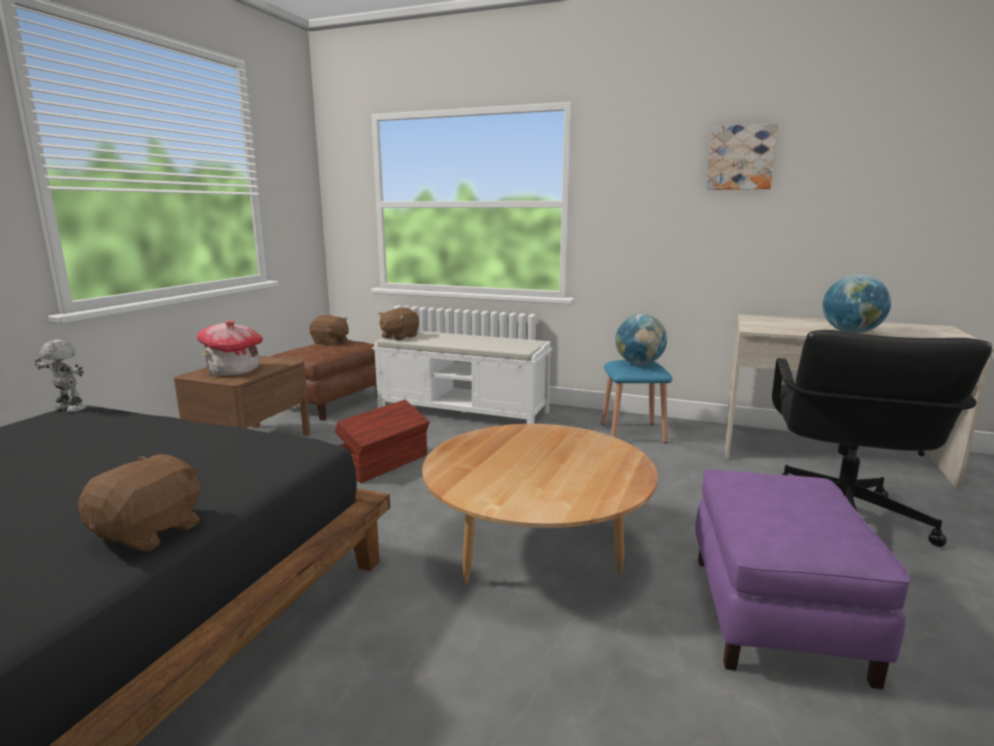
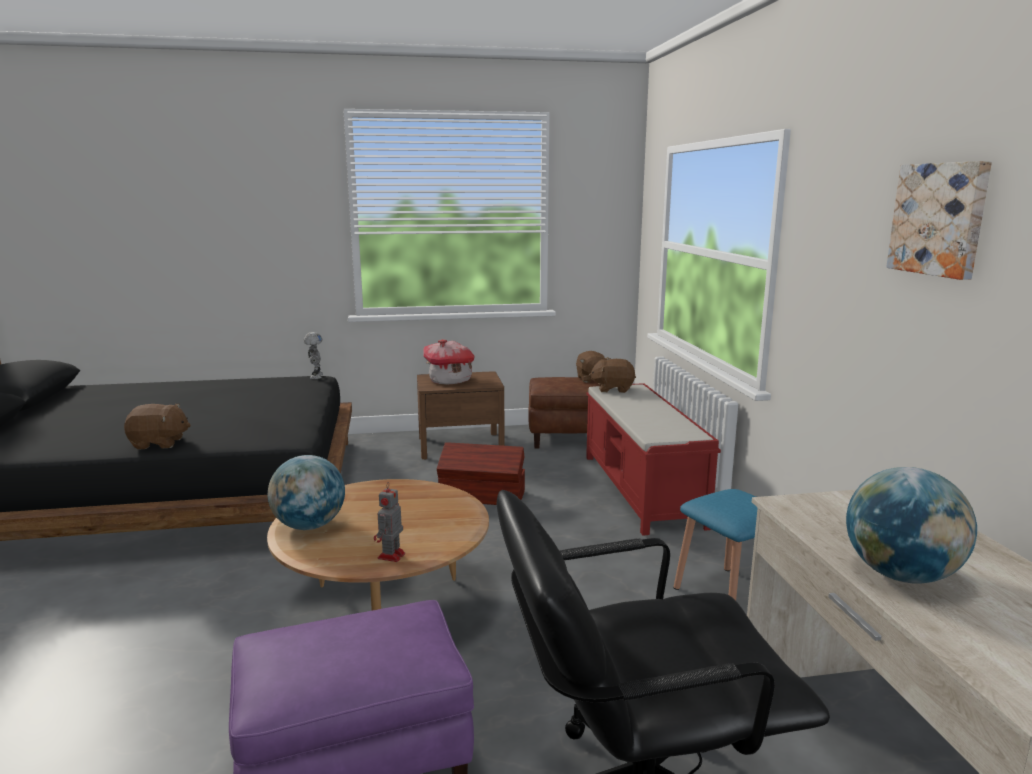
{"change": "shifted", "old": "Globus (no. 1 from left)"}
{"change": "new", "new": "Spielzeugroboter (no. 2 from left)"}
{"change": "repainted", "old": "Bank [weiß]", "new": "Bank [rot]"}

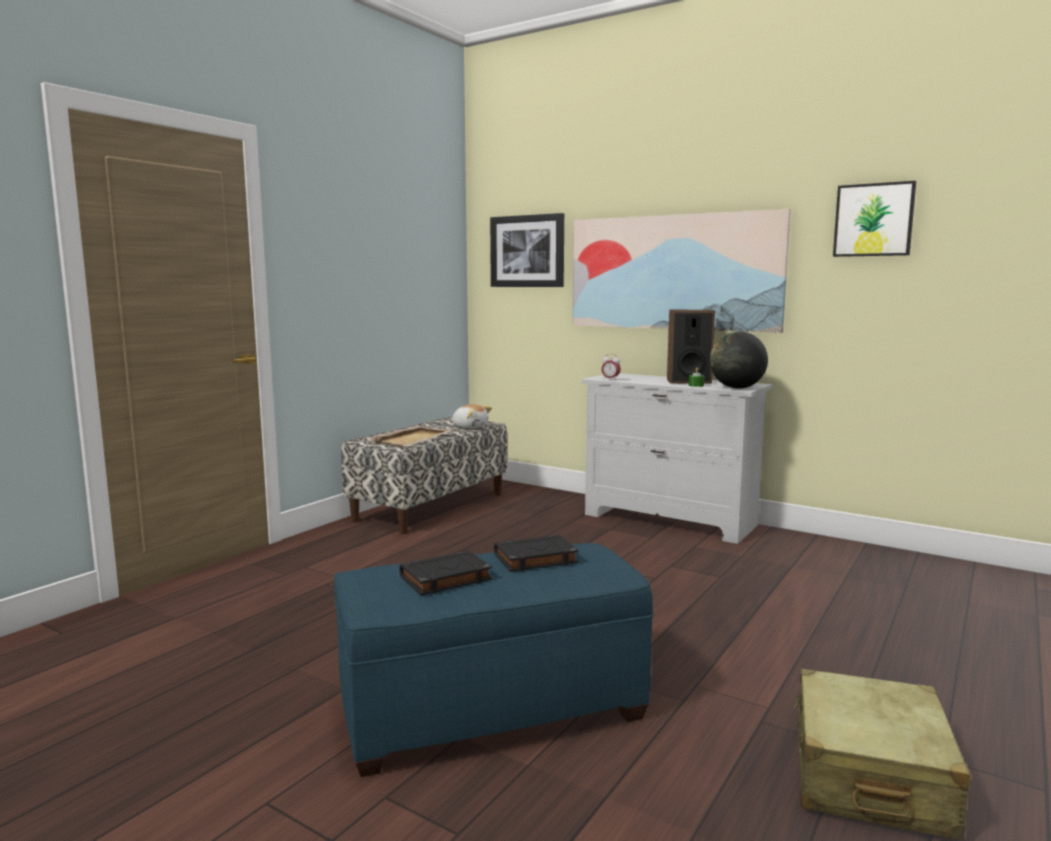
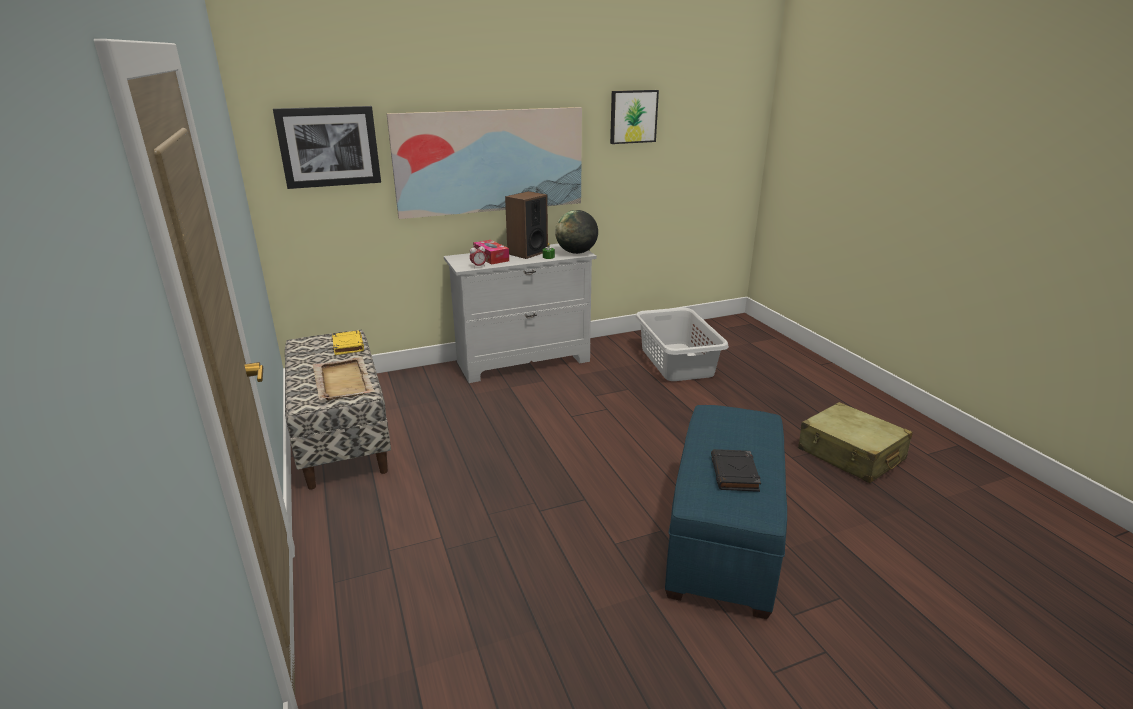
{"change": "swapped", "old": "Plüschtier", "new": "Buch [gelb]"}
{"change": "new", "new": "Taschentuchbox"}
{"change": "new", "new": "Wäschekorb [grau]"}
{"change": "gone", "old": "Buch [schwarz] (no. 2 from left)"}

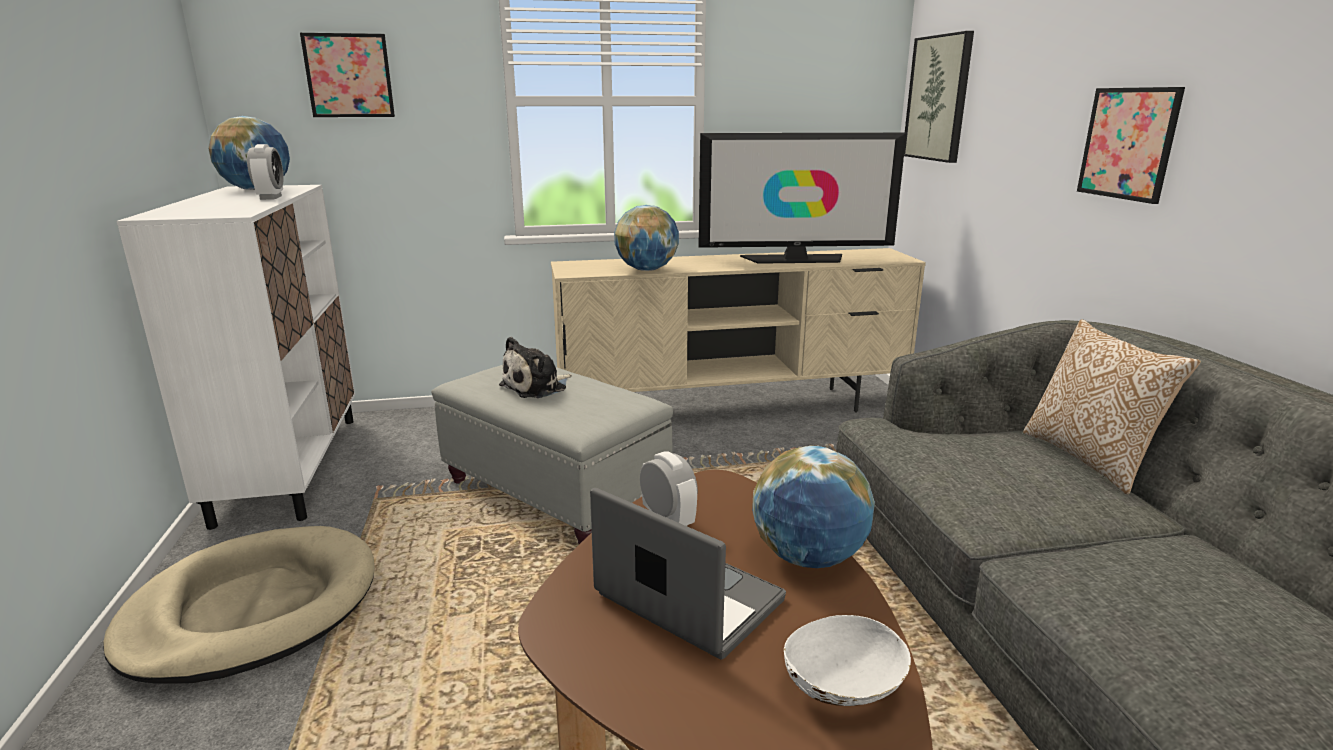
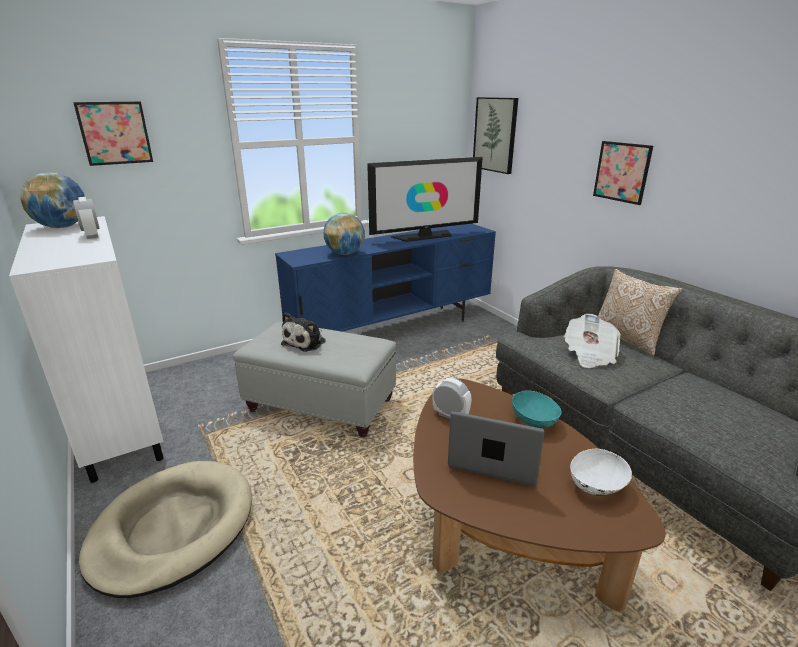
{"change": "repainted", "old": "Fernsehschrank [beige]", "new": "Fernsehschrank [blau]"}
{"change": "swapped", "old": "Globus (no. 3 from left)", "new": "Schüssel [türkis]"}
{"change": "new", "new": "Zeitung"}

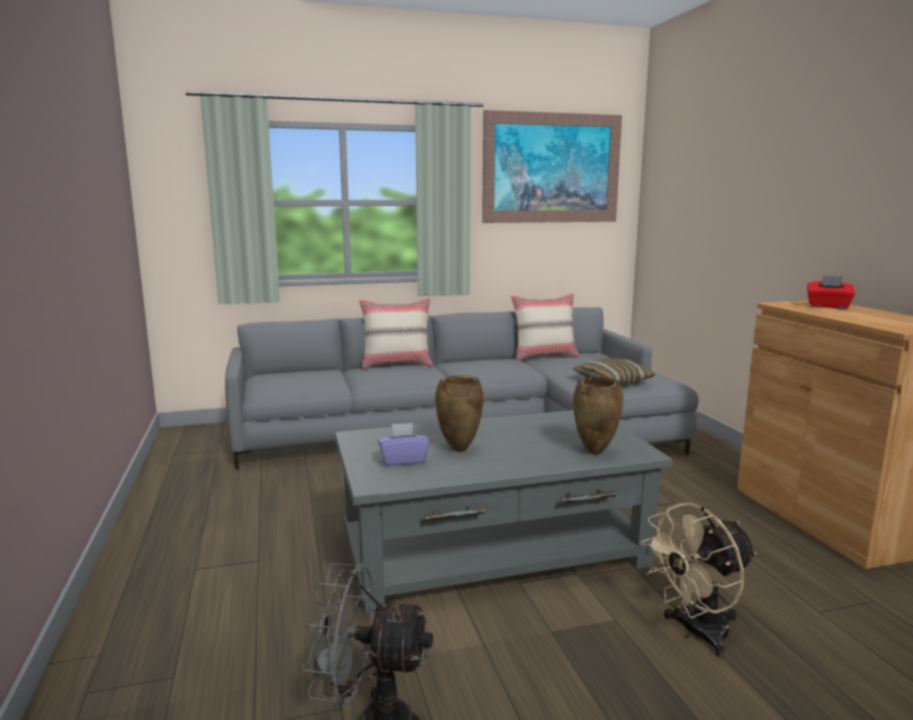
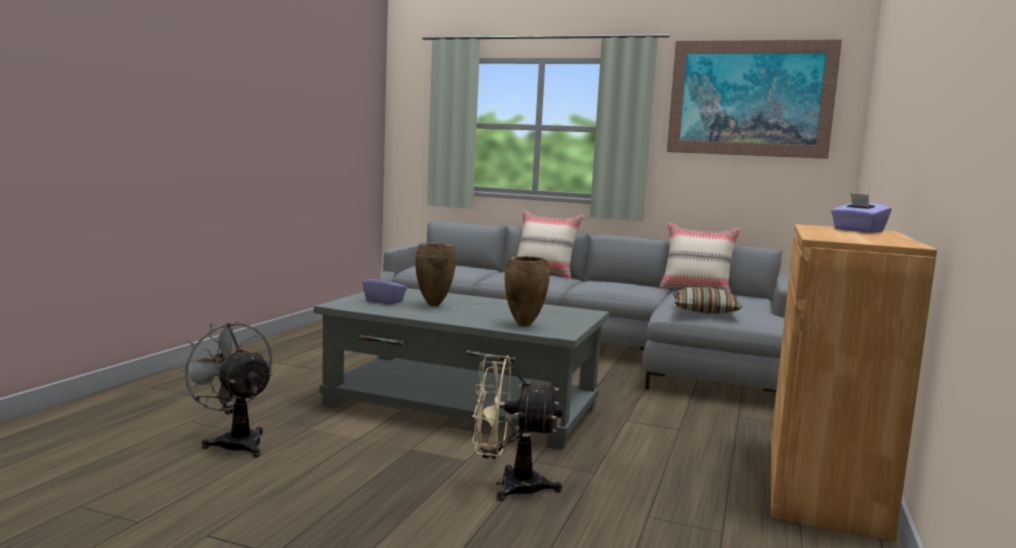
{"change": "repainted", "old": "Taschentuchbox [rot]", "new": "Taschentuchbox [lila] (no. 2 from left)"}

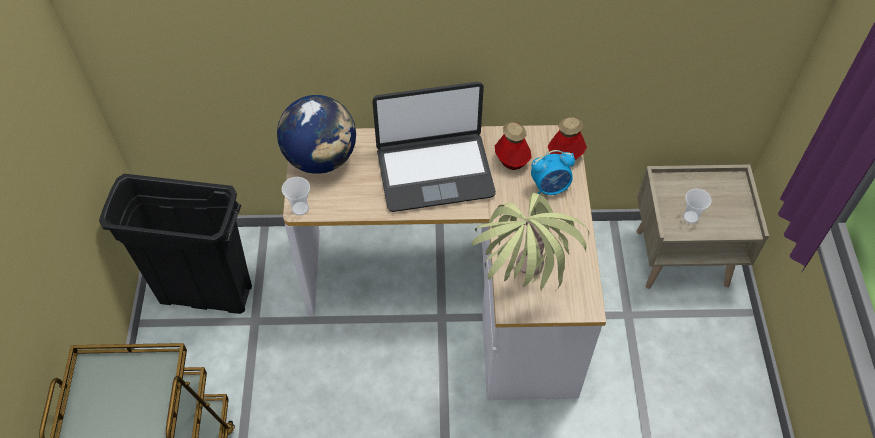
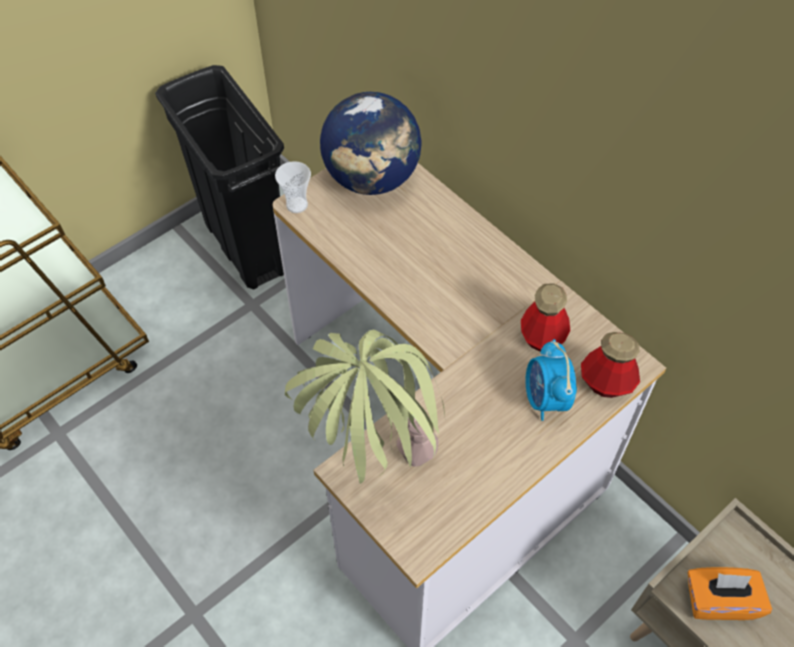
{"change": "rotated", "old": "Wecker", "degrees": 45}
{"change": "swapped", "old": "Tasse (no. 2 from left)", "new": "Taschentuchbox [orange]"}
{"change": "gone", "old": "Laptop"}

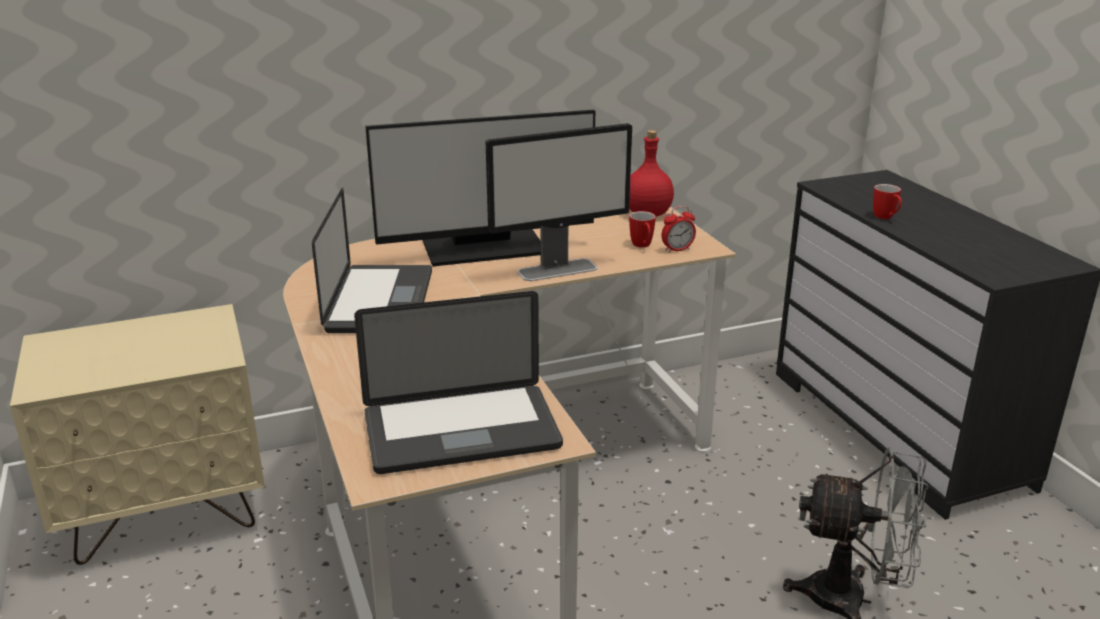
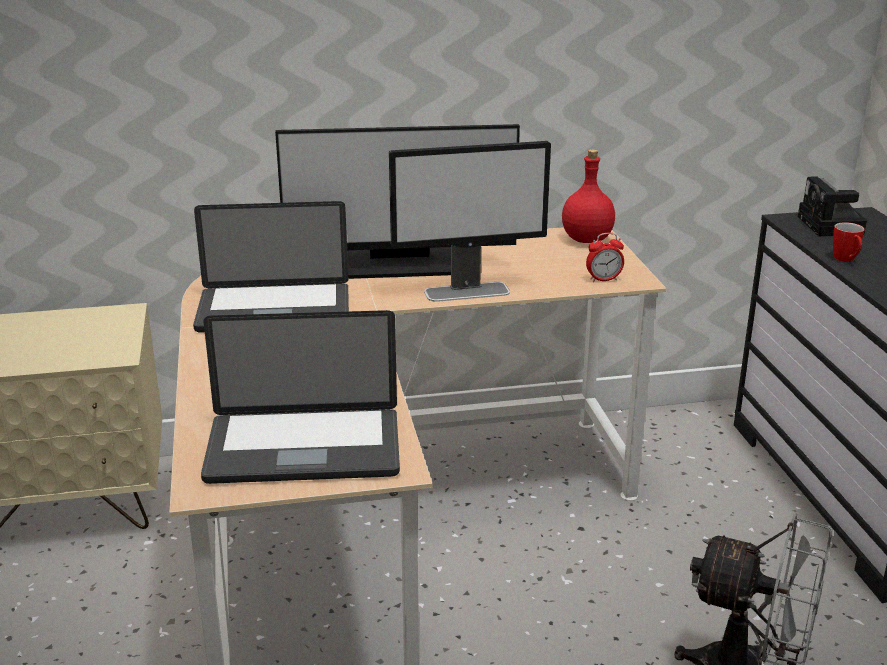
{"change": "rotated", "old": "Laptop (no. 1 from left)", "degrees": 75}
{"change": "new", "new": "Kamera"}
{"change": "gone", "old": "Henkelbecher (no. 1 from left)"}

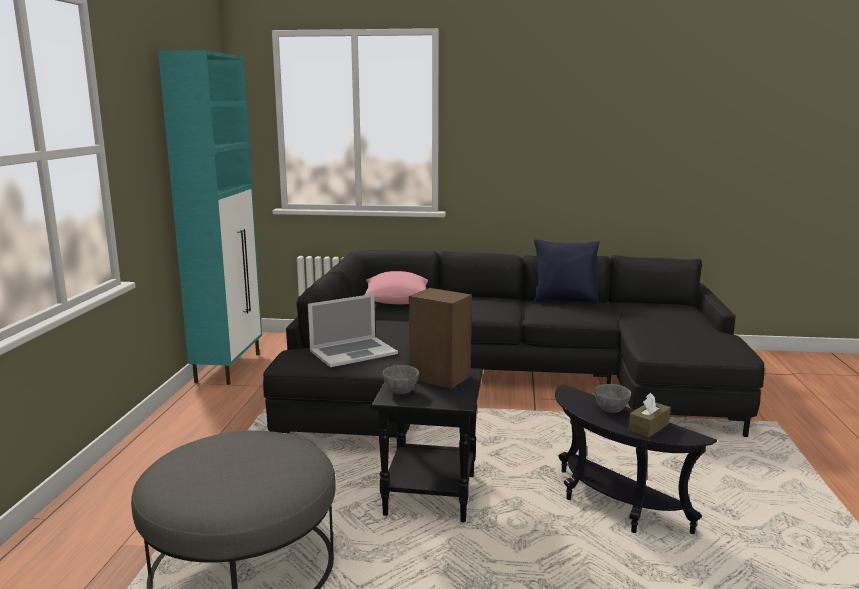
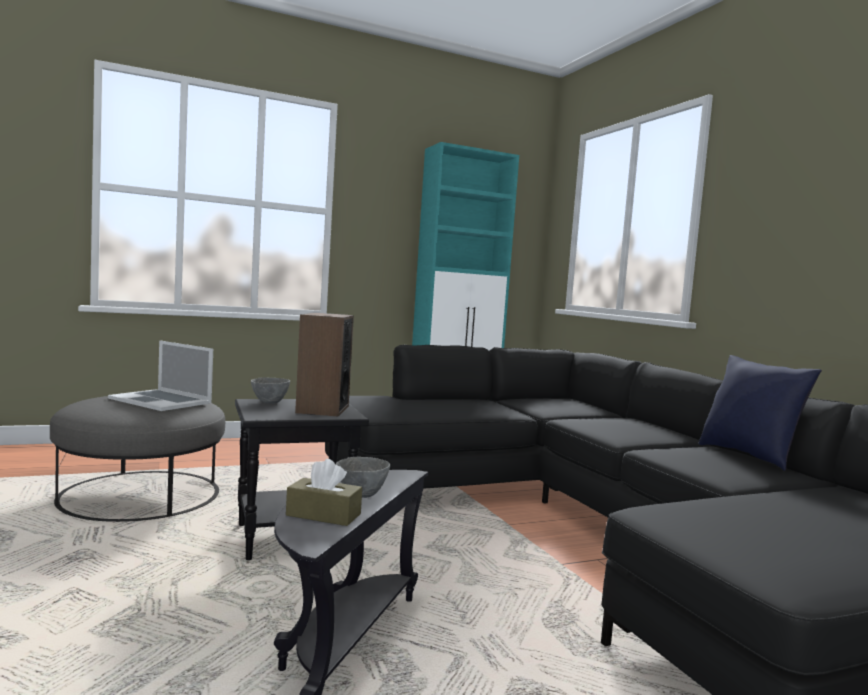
{"change": "shifted", "old": "Laptop"}
{"change": "gone", "old": "Kissen [rosa]"}

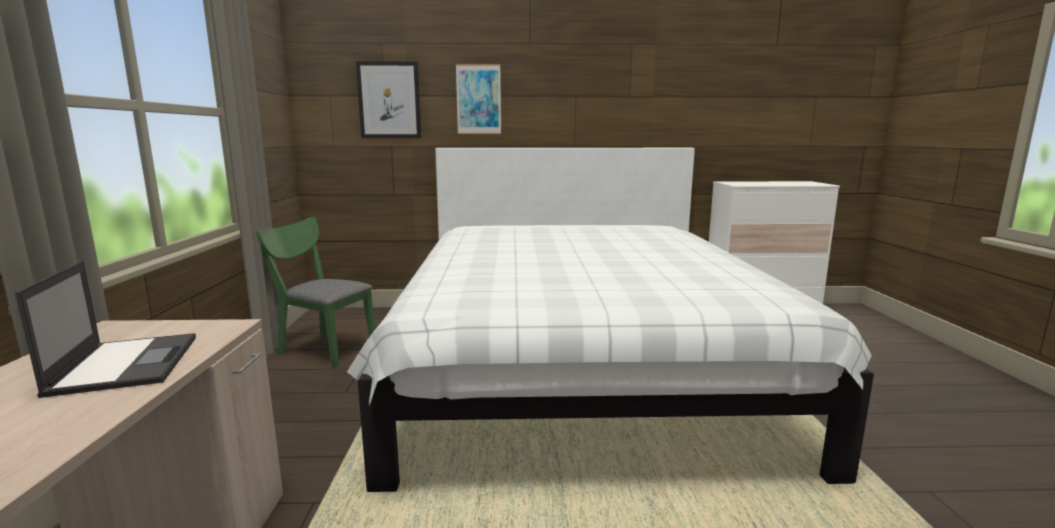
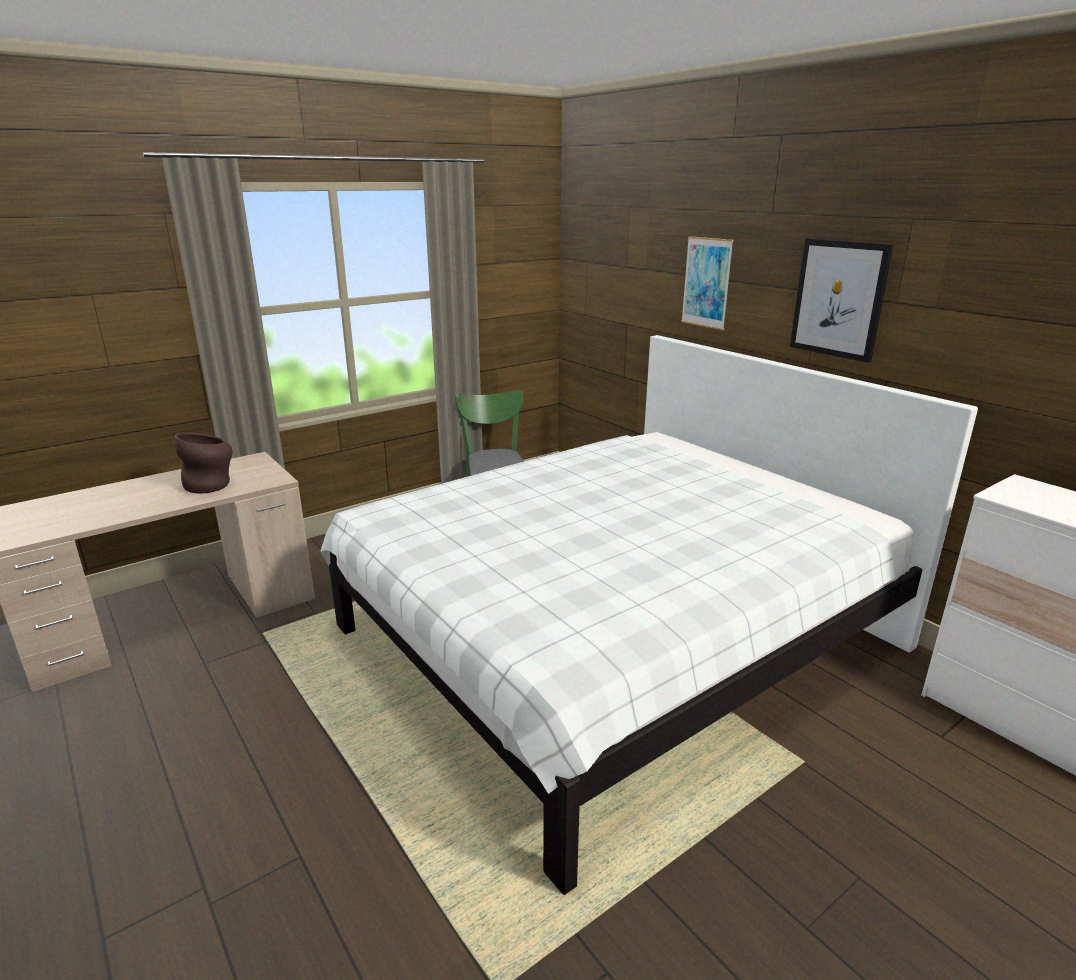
{"change": "swapped", "old": "Laptop", "new": "Vase [braun]"}
{"change": "shifted", "old": "Bild (no. 1 from left in the first image)", "new": "Bild (no. 2 from left)"}

